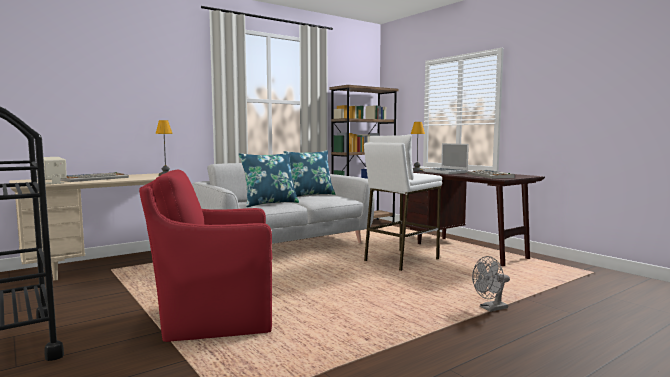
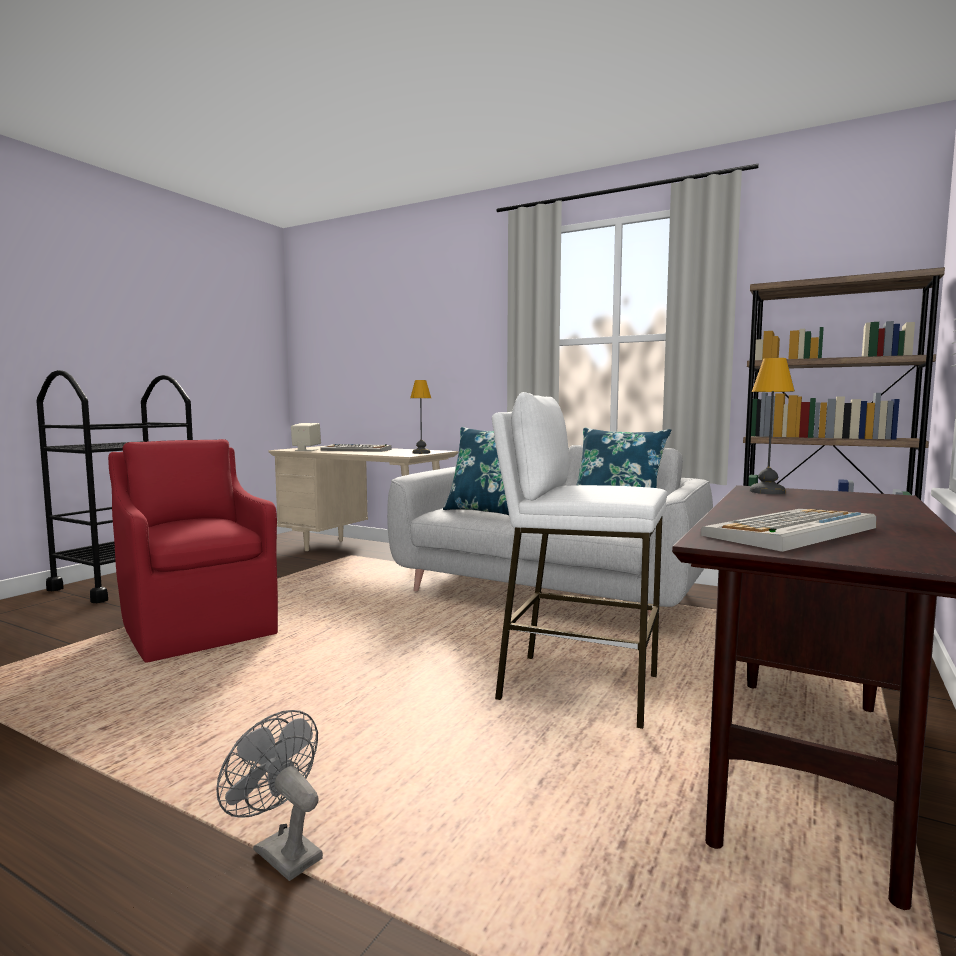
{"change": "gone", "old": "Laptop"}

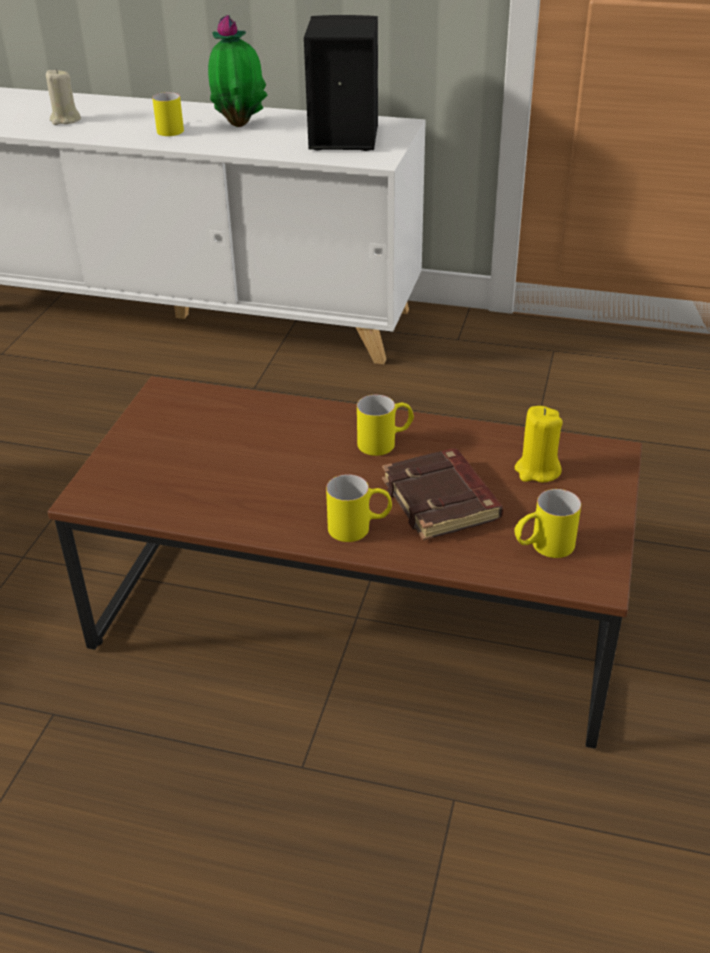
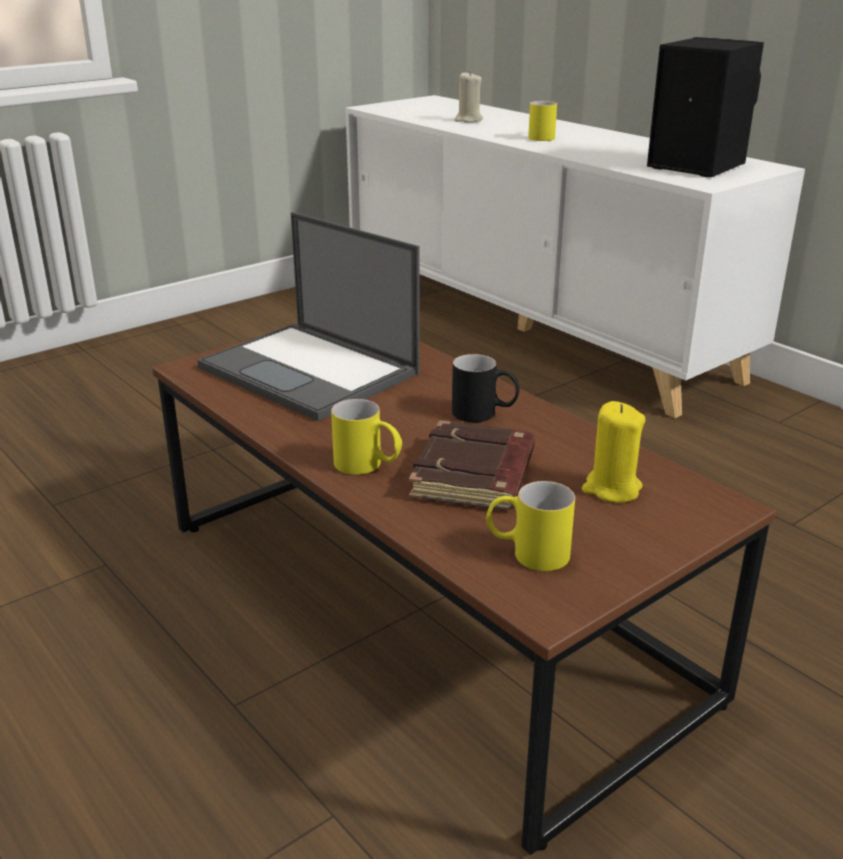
{"change": "new", "new": "Laptop"}
{"change": "repainted", "old": "Henkelbecher [gelb] (no. 3 from left)", "new": "Henkelbecher [schwarz]"}
{"change": "gone", "old": "Topfpflanze"}

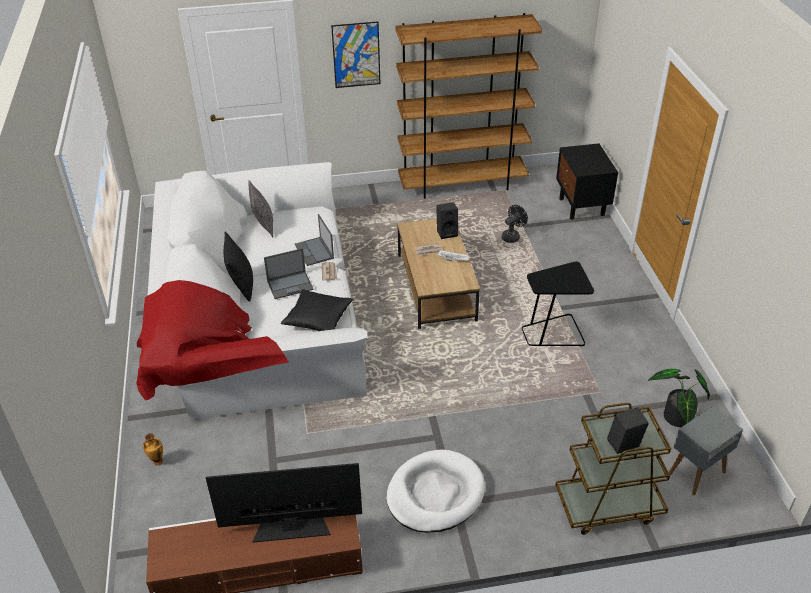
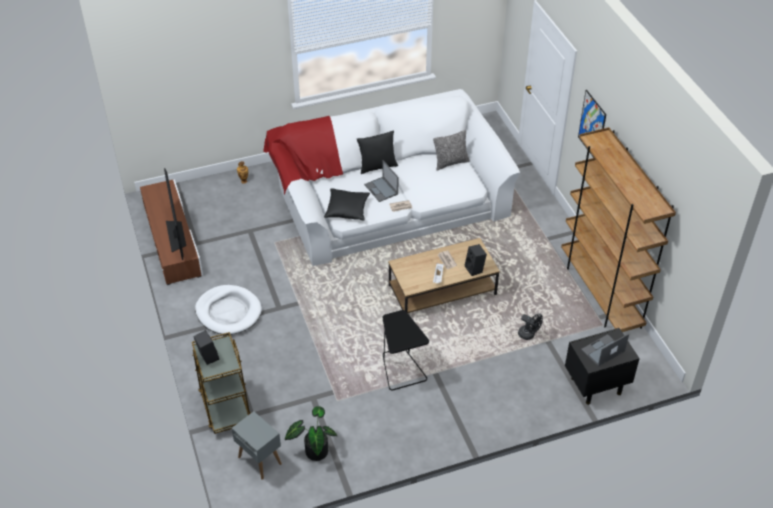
{"change": "shifted", "old": "Laptop (no. 2 from left)"}

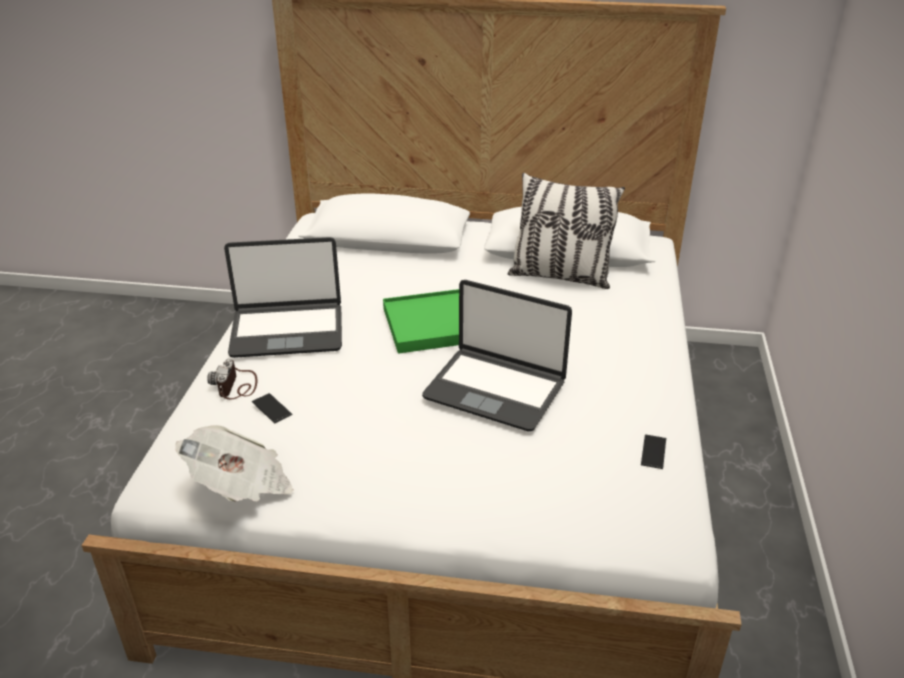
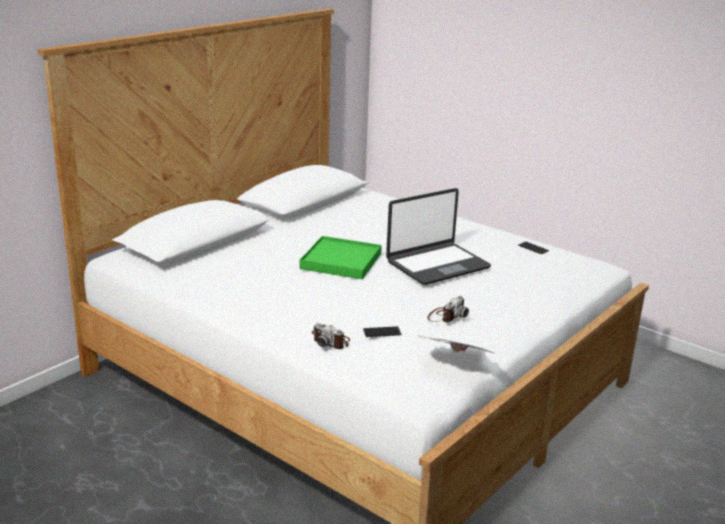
{"change": "new", "new": "Kamera (no. 2 from left)"}
{"change": "gone", "old": "Laptop (no. 1 from left)"}
{"change": "gone", "old": "Kissen"}

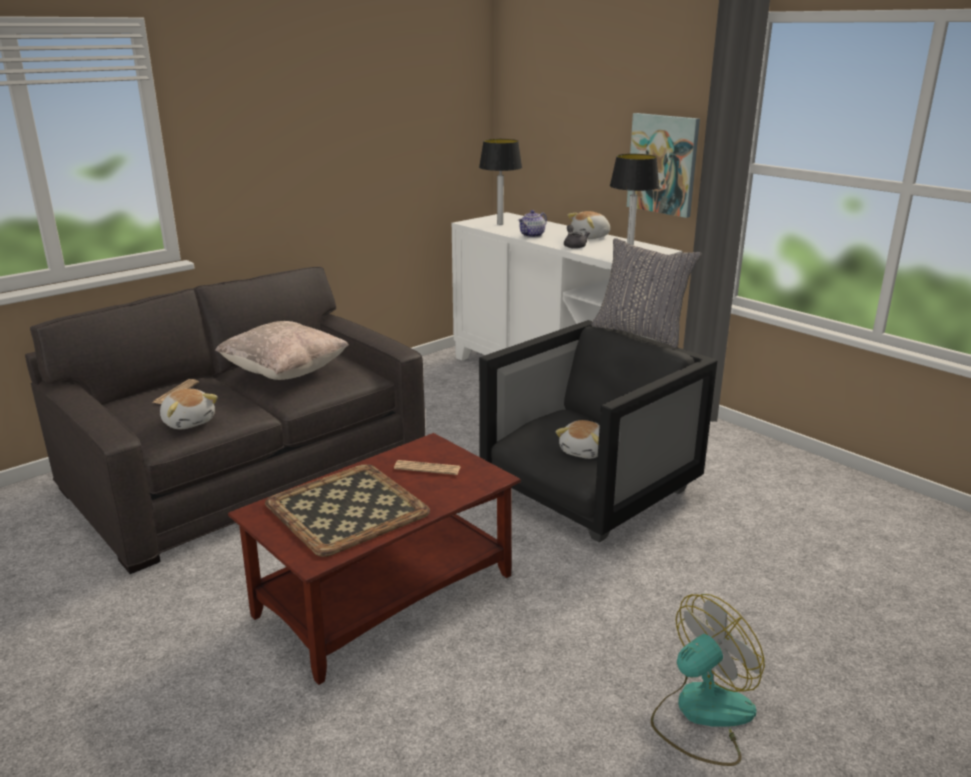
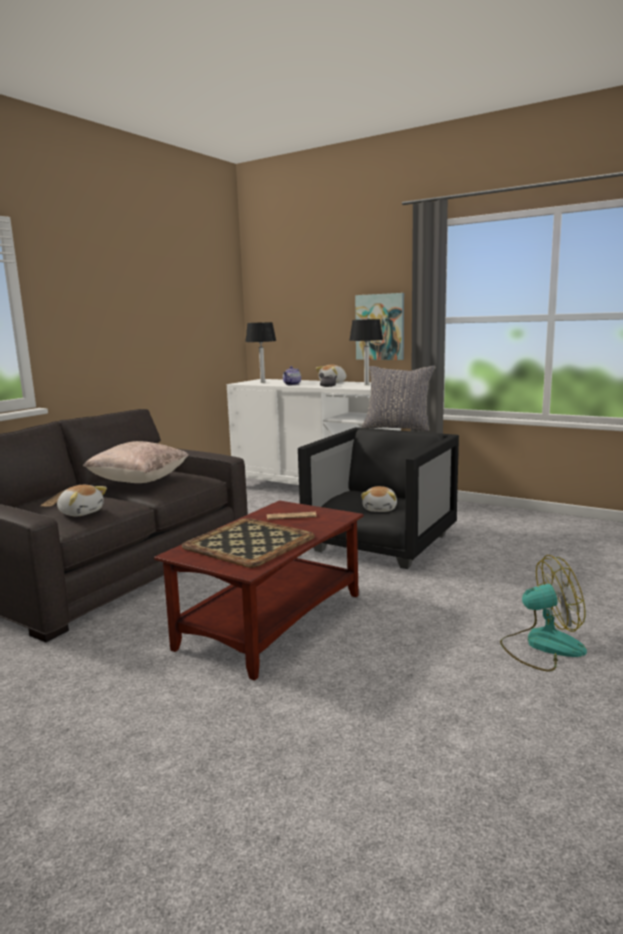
{"change": "rotated", "old": "Ventilator", "degrees": 45}

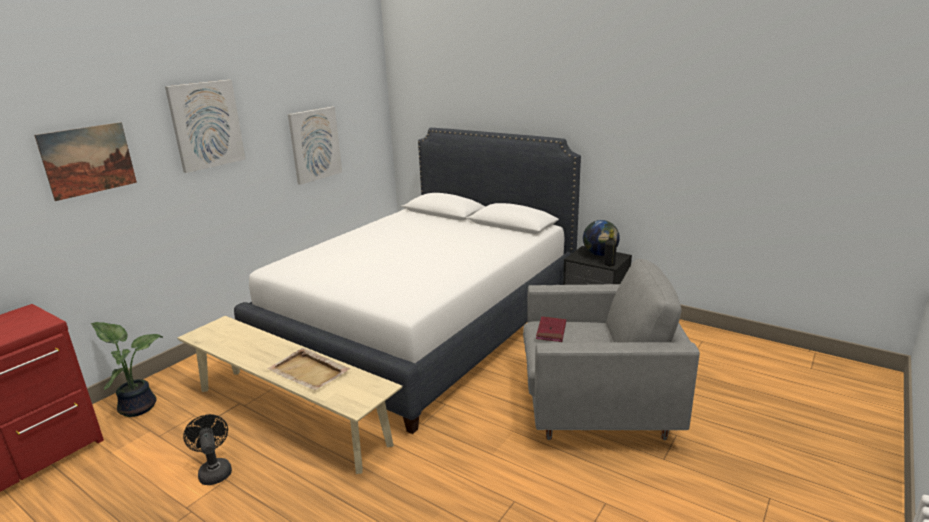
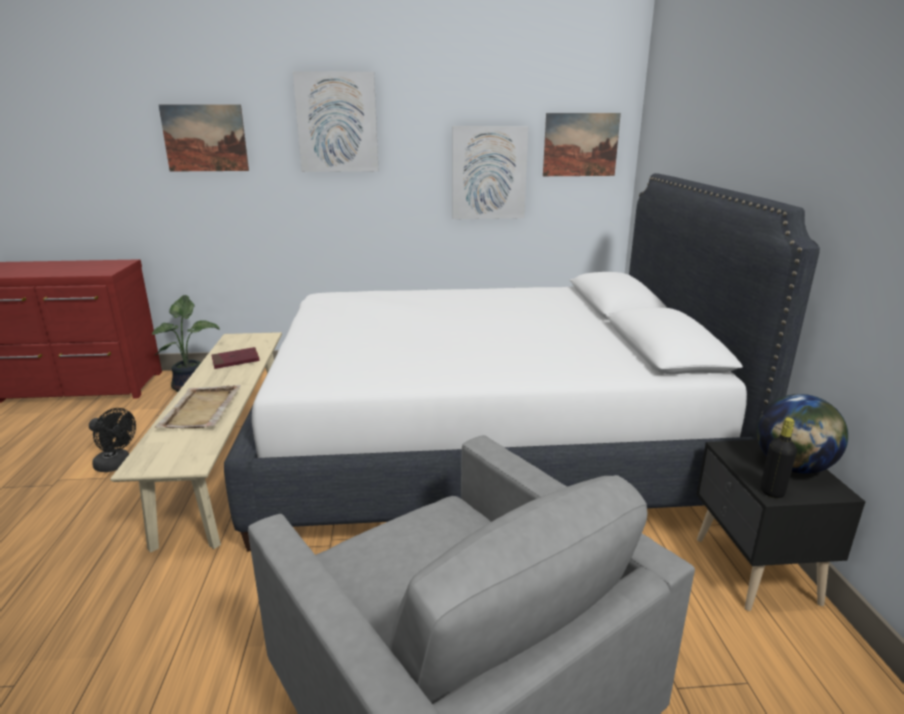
{"change": "rotated", "old": "Ventilator [schwarz]", "degrees": 90}
{"change": "shifted", "old": "Buch [rot]"}
{"change": "new", "new": "Bild (no. 4 from left)"}

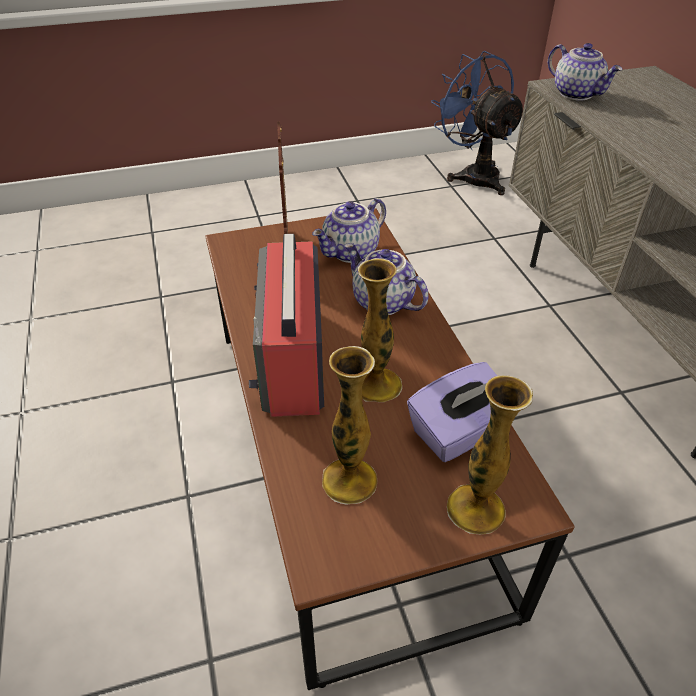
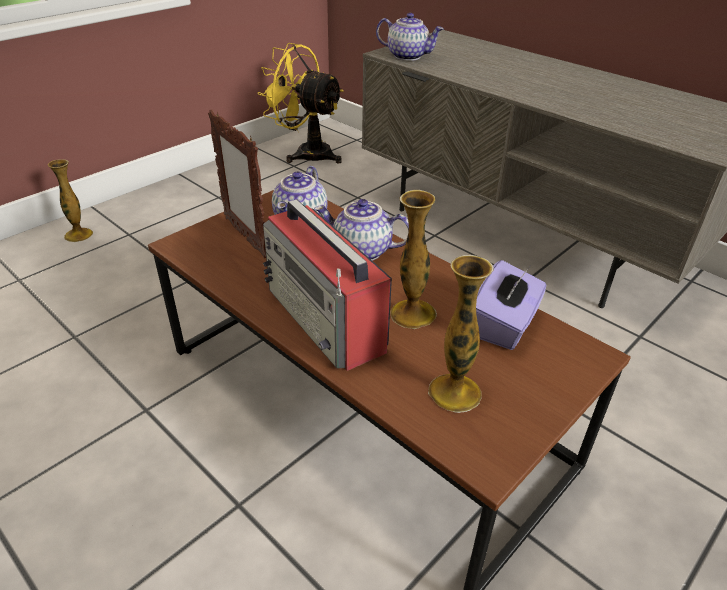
{"change": "shifted", "old": "Vase (no. 3 from left in the first image)", "new": "Vase (no. 1 from left)"}
{"change": "repainted", "old": "Ventilator [blau]", "new": "Ventilator [gelb]"}

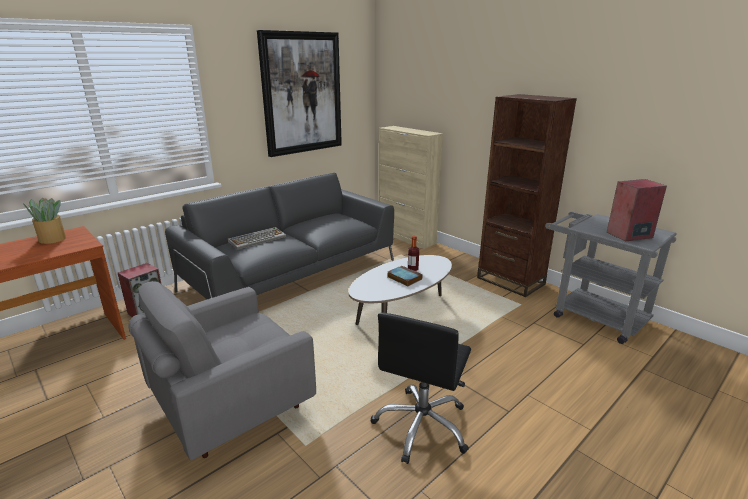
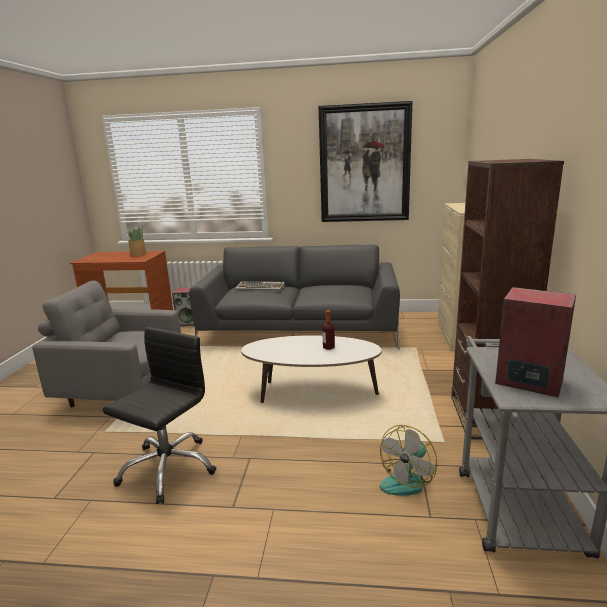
{"change": "rotated", "old": "Bürostuhl [schwarz]", "degrees": 135}
{"change": "new", "new": "Ventilator"}
{"change": "gone", "old": "Buch"}

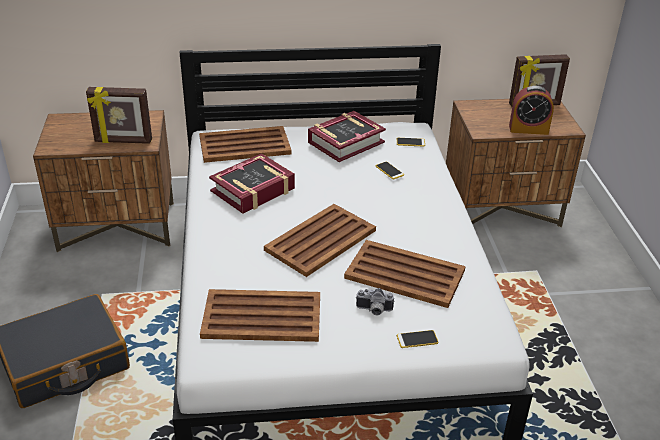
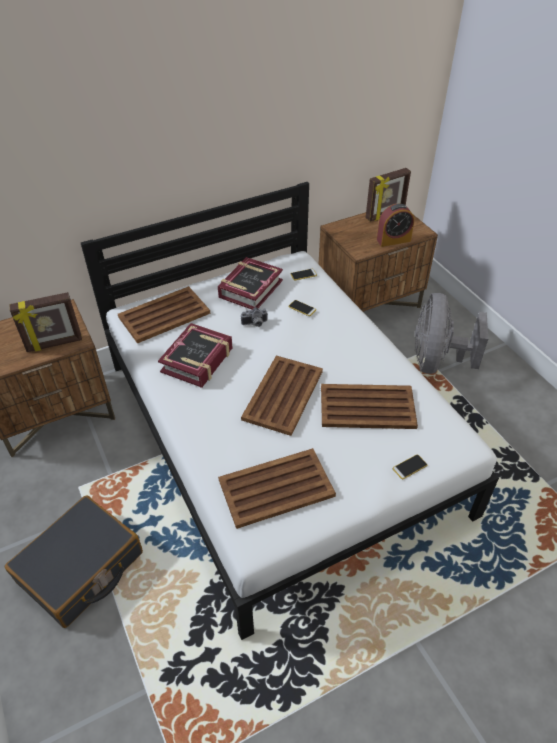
{"change": "shifted", "old": "Kamera"}
{"change": "new", "new": "Ventilator [grau]"}

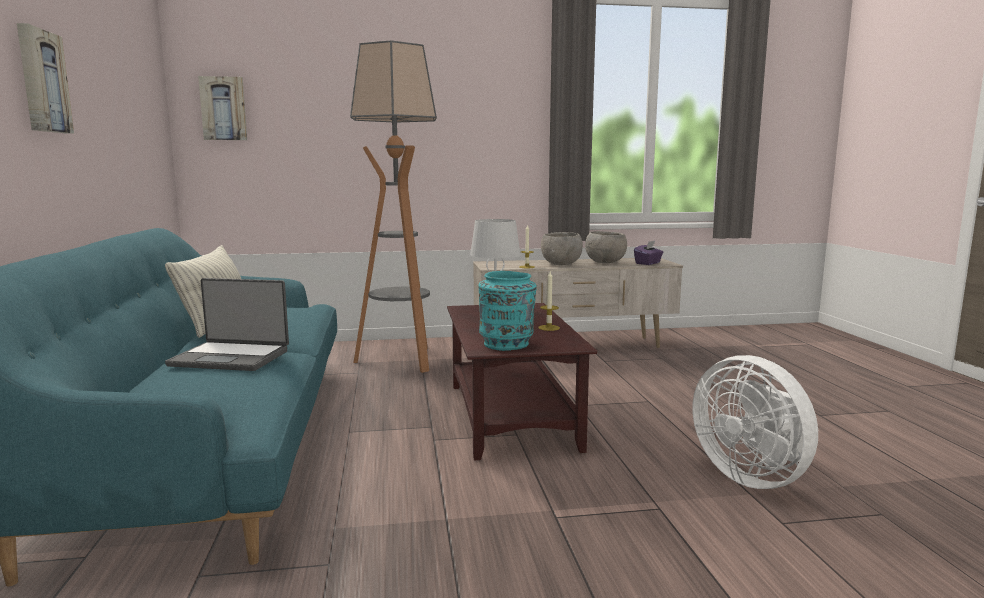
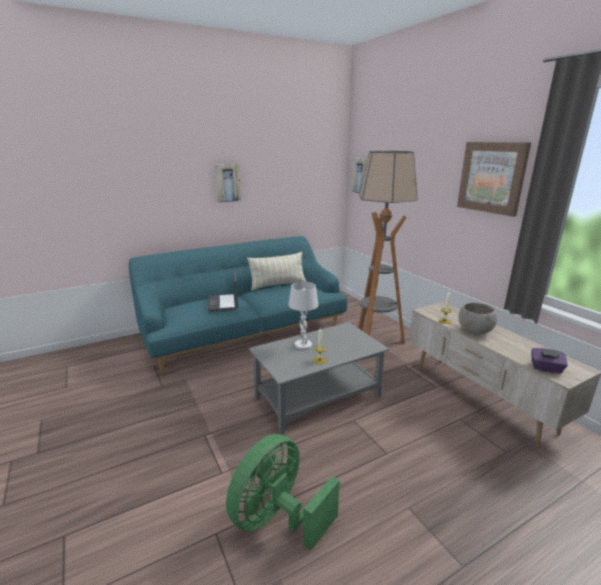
{"change": "repainted", "old": "Ventilator [weiß]", "new": "Ventilator [grün]"}
{"change": "repainted", "old": "Couchtisch [braun]", "new": "Couchtisch [grau]"}
{"change": "new", "new": "Bild (no. 3 from left)"}
{"change": "gone", "old": "Vase [türkis]"}
{"change": "gone", "old": "Schüssel [grau] (no. 2 from left)"}

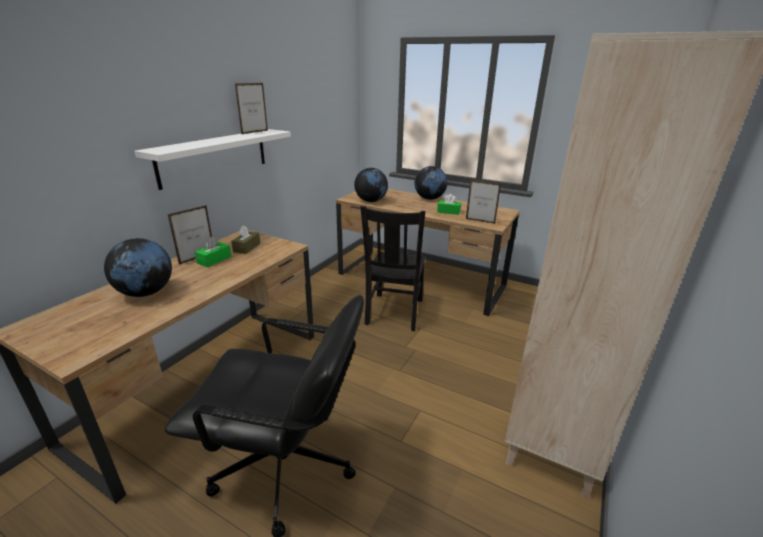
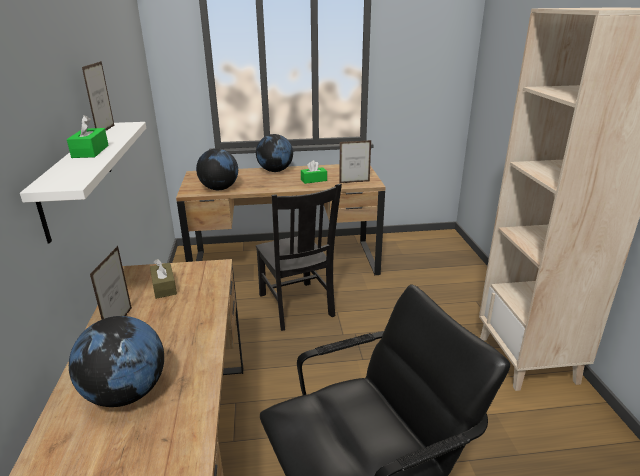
{"change": "shifted", "old": "Taschentuchbox [grün] (no. 1 from left)"}

